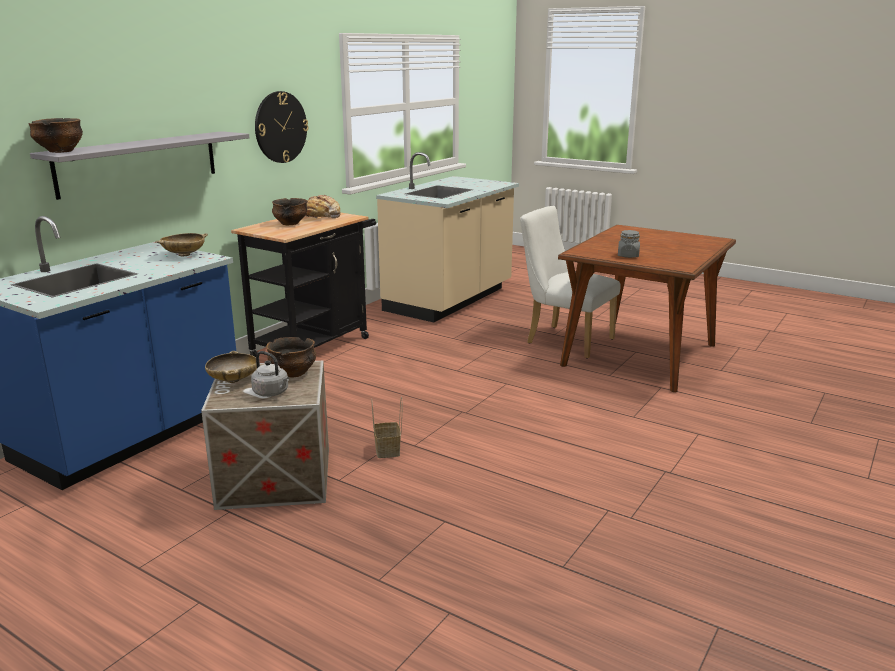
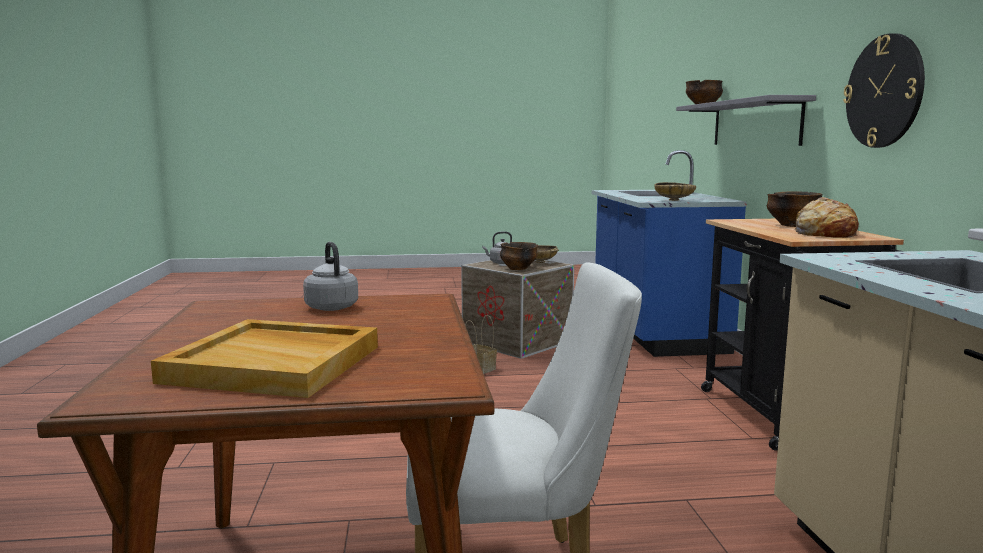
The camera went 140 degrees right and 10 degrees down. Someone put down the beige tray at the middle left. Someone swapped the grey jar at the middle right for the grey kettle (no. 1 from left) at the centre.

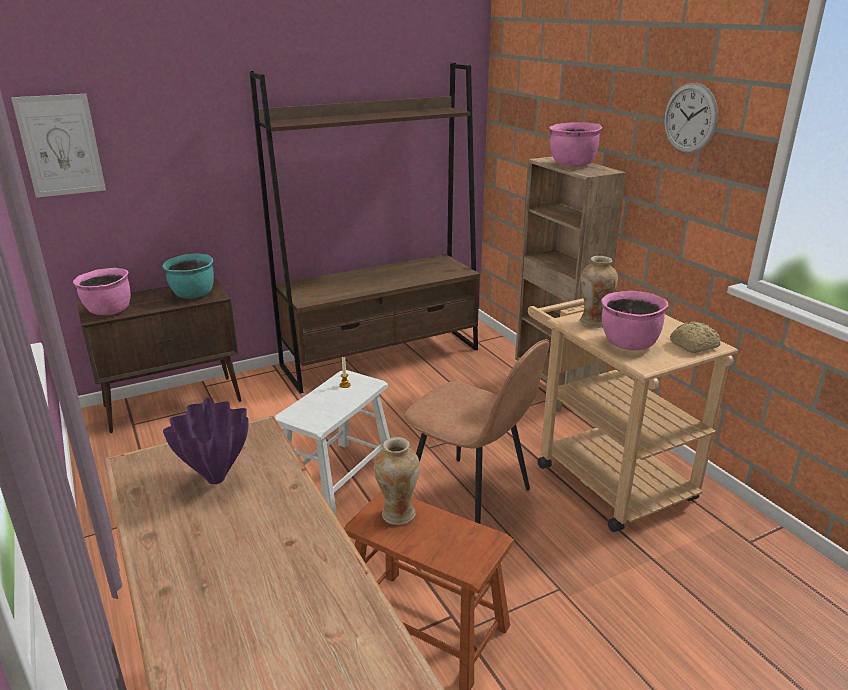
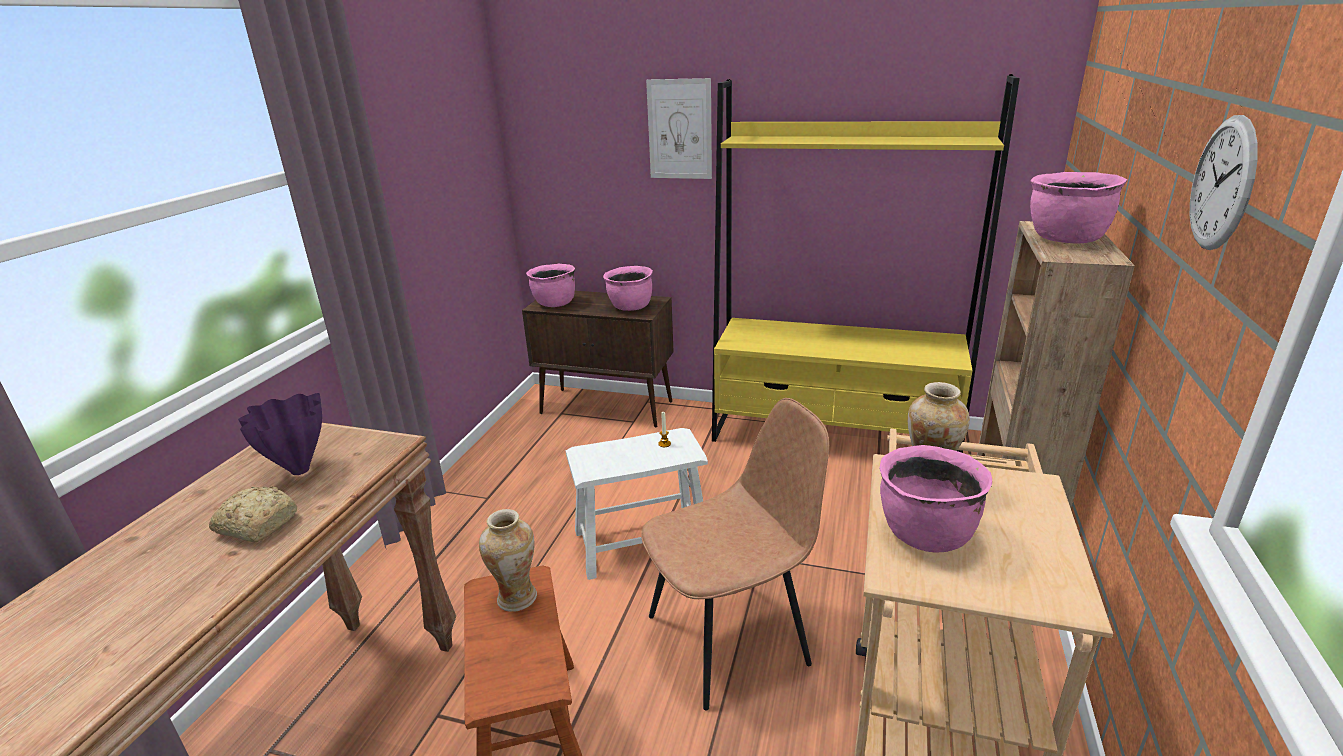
The camera went 45 degrees right and 0 degrees up. Someone carried the bread from the middle right to the bottom left. Someone repainted the turquoise cooking pot at the middle left, which became the pink cooking pot (no. 2 from left) at the centre. Someone rotated the brown chair at the centre by 105 degrees counterclockwise. Someone carried the picture from the top left to the top centre. Someone repainted the brown bookcase (no. 1 from left) at the top centre, which became the yellow bookcase at the centre.

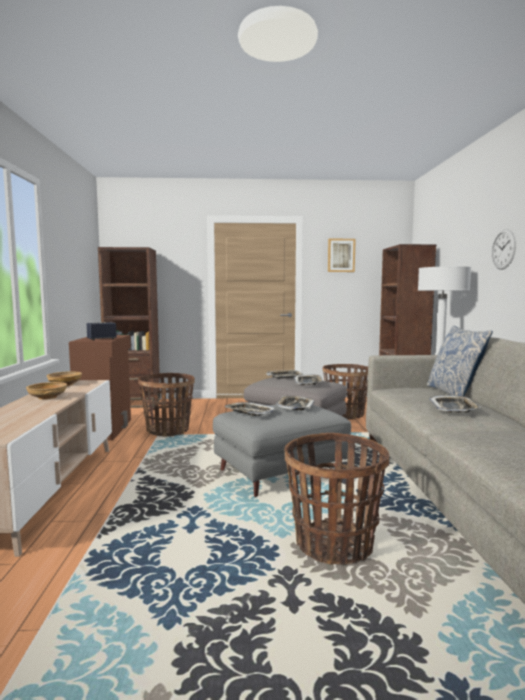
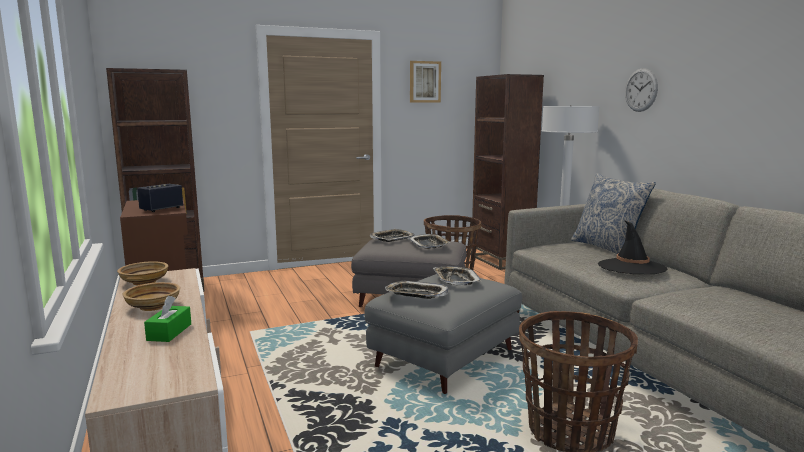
The camera went 20 degrees left and 5 degrees up. Someone put down the green tissue box at the bottom left. Someone swapped the tray (no. 5 from left) at the middle right for the black hat at the middle right. Someone took away the basket (no. 1 from left) at the middle left.

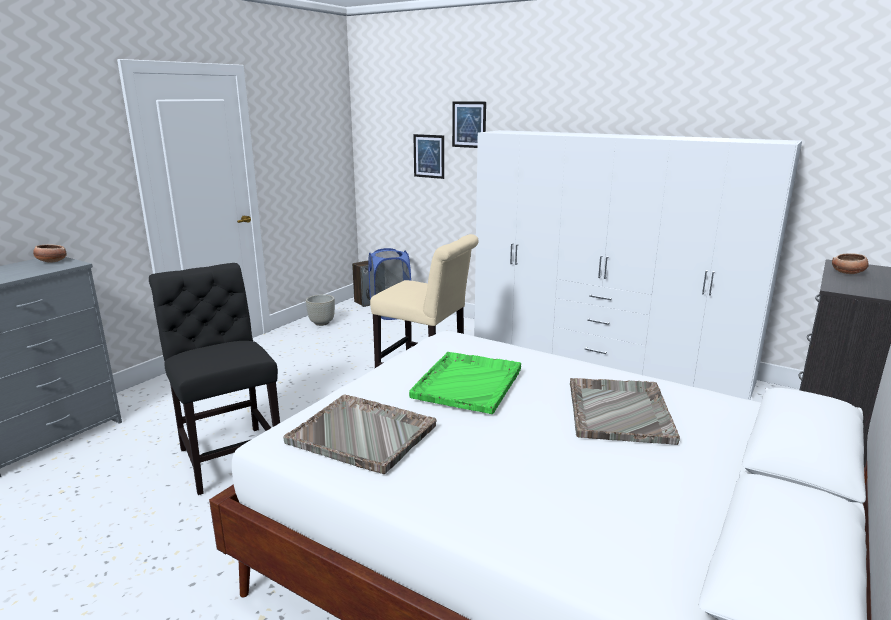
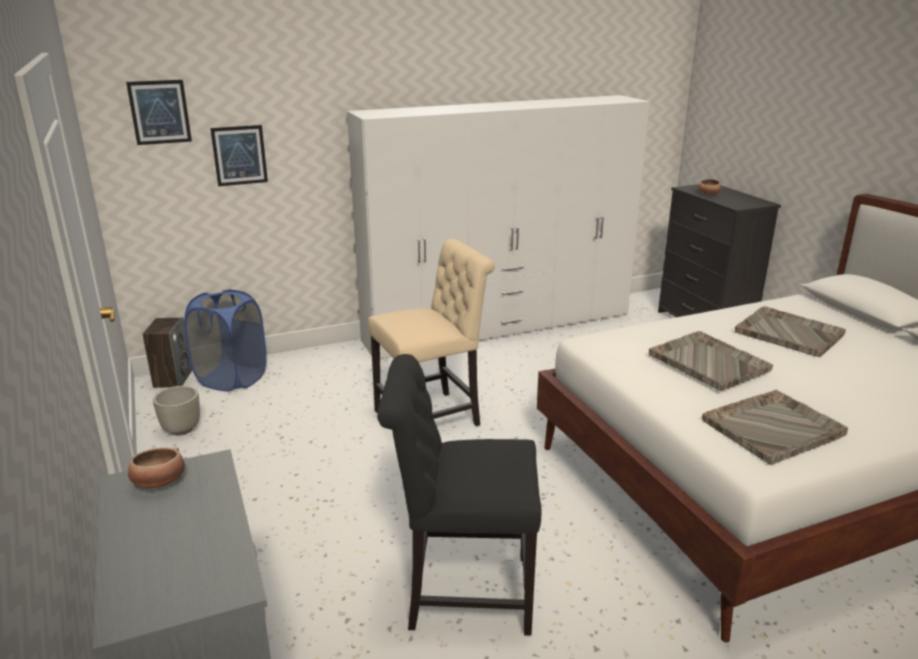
The camera went 55 degrees left and 5 degrees up. Someone carried the picture (no. 2 from left in the first image) from the top centre to the top left. Someone repainted the green tray at the centre, which became the grey tray (no. 1 from left) at the middle right.

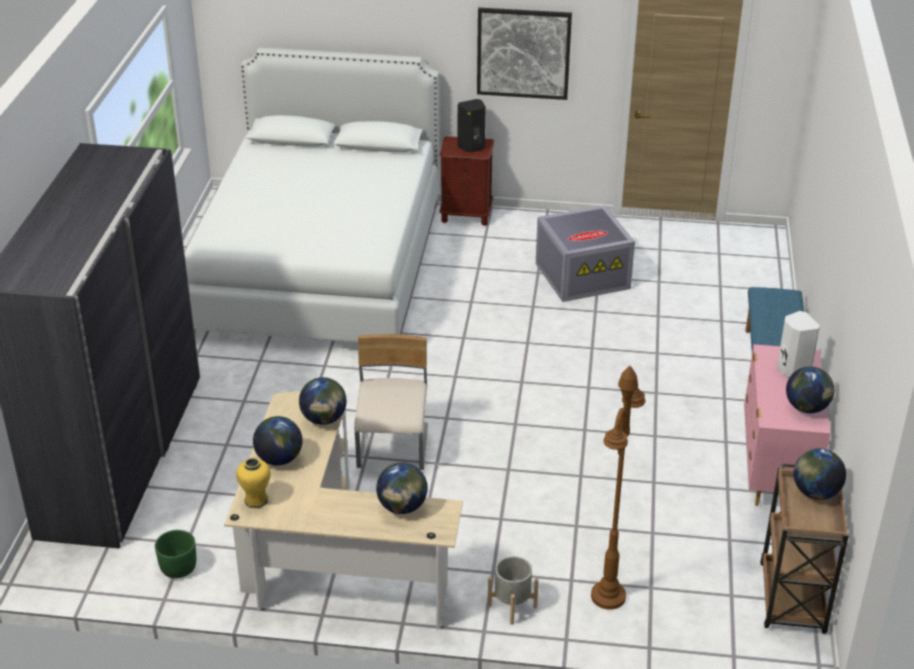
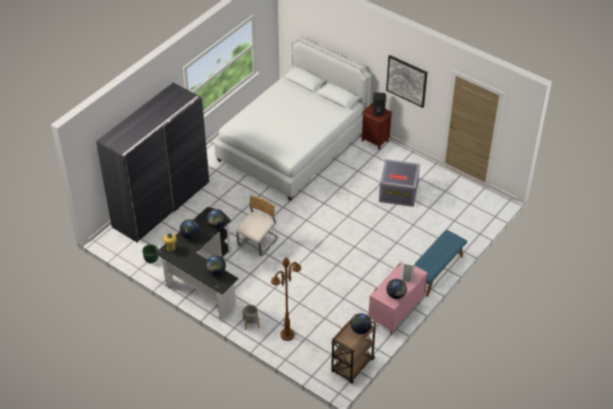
The camera went 30 degrees right and 10 degrees up. Someone repainted the beige desk at the bottom centre, which became the black desk at the middle left.

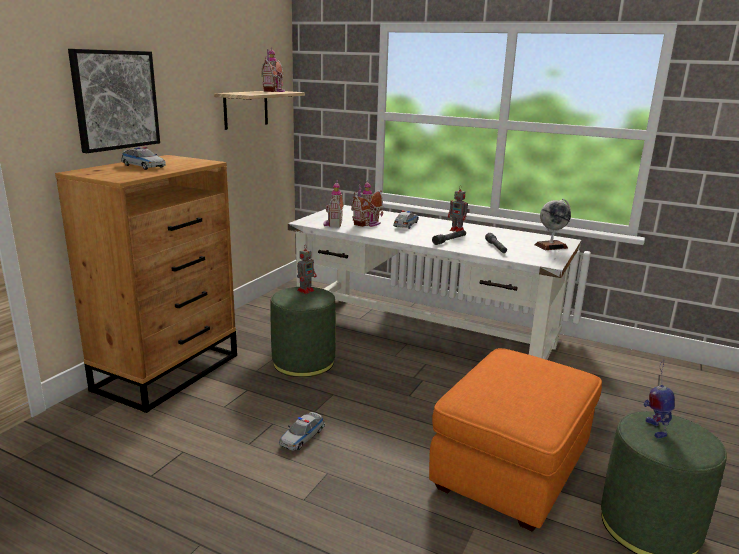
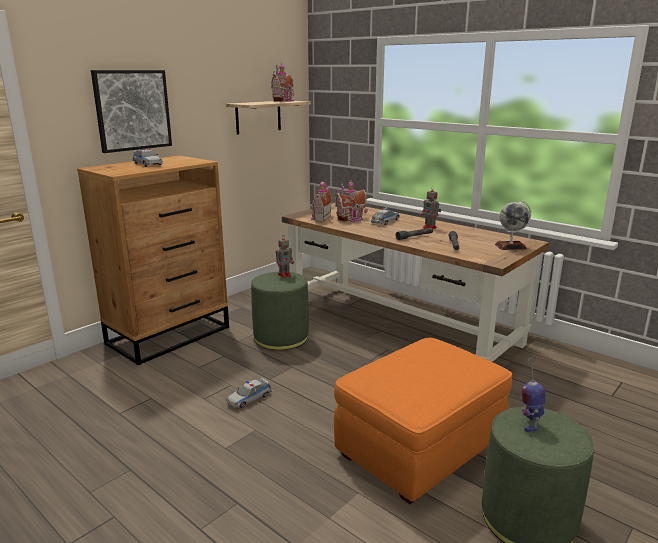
The camera went 15 degrees right and 0 degrees up. Someone repainted the white desk at the centre, which became the brown desk at the centre.

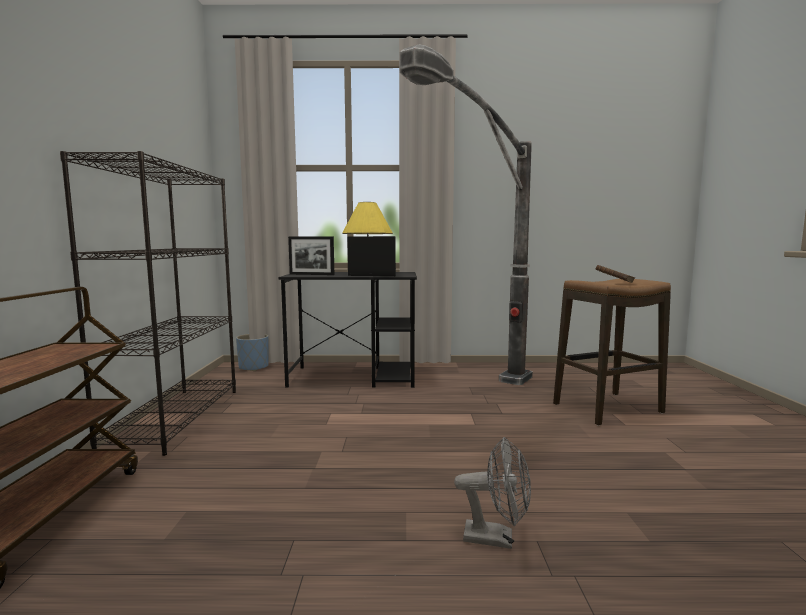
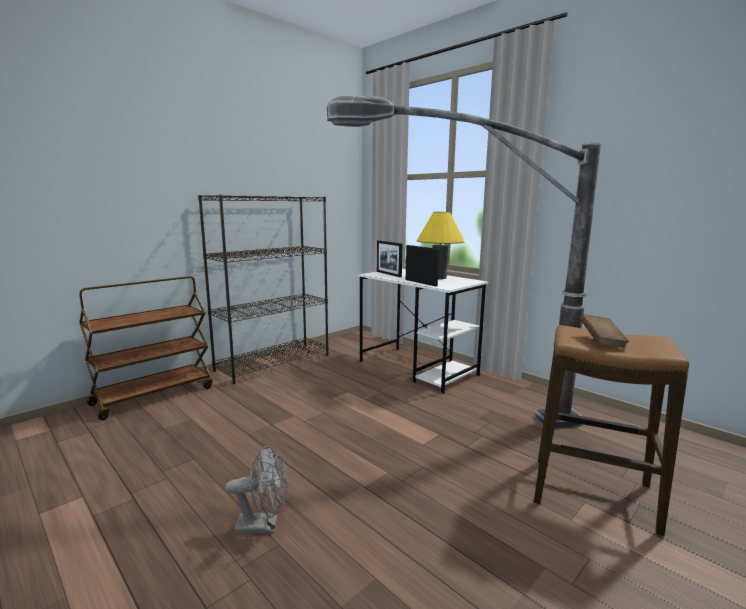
The camera went 45 degrees right and 5 degrees up. Someone rotated the grey fan at the bottom centre by 60 degrees counterclockwise. Someone repainted the black desk at the centre, which became the white desk at the centre. Someone took away the blue planter at the middle left.

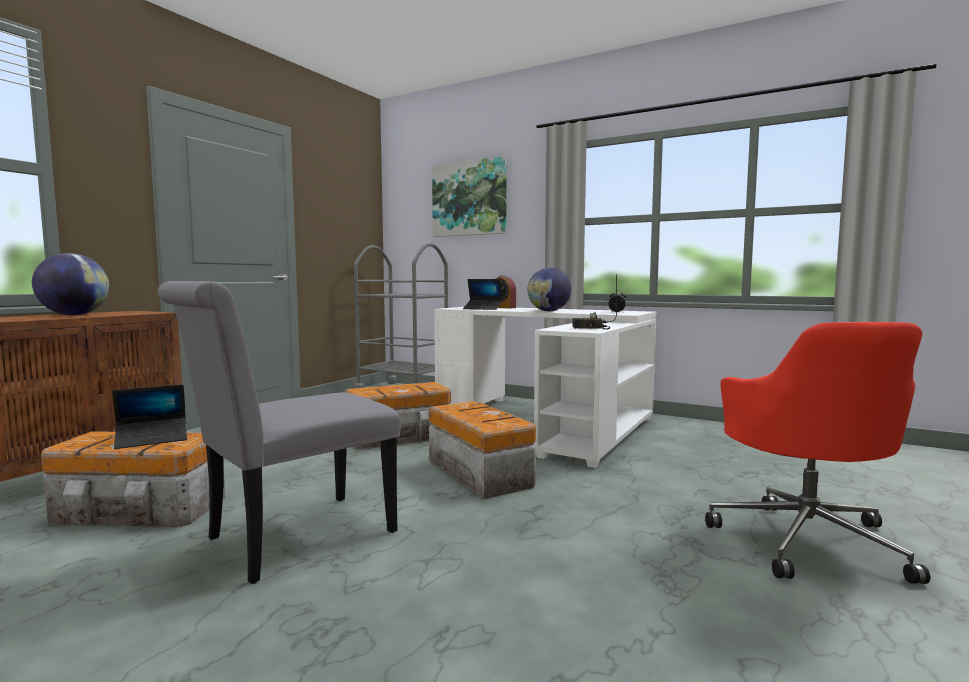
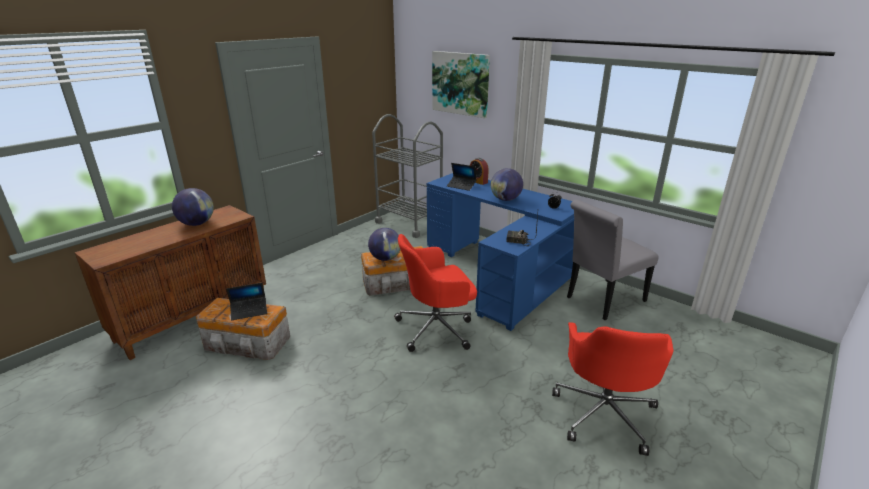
The camera went 10 degrees right and 20 degrees up. Someone put down the globe (no. 2 from left) at the centre. Someone swapped the storage box (no. 3 from left) at the centre for the red office chair (no. 1 from left) at the centre. Someone repainted the white desk at the centre, which became the blue desk at the centre. Someone carried the grey chair from the middle left to the middle right.

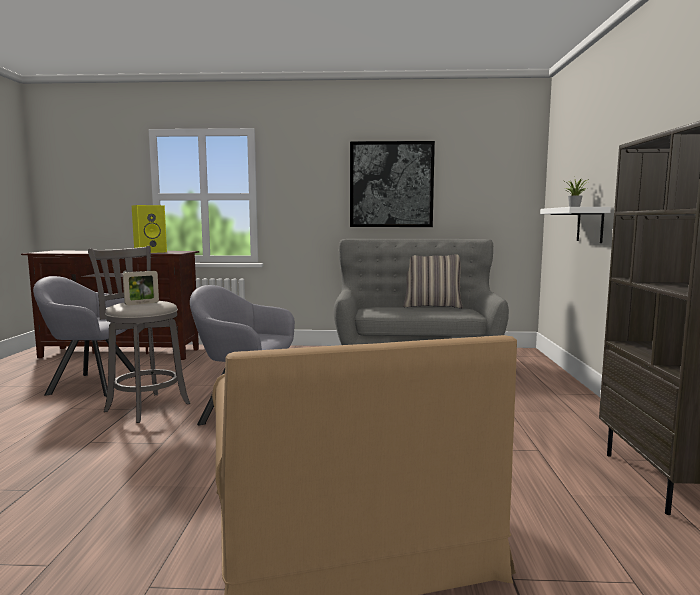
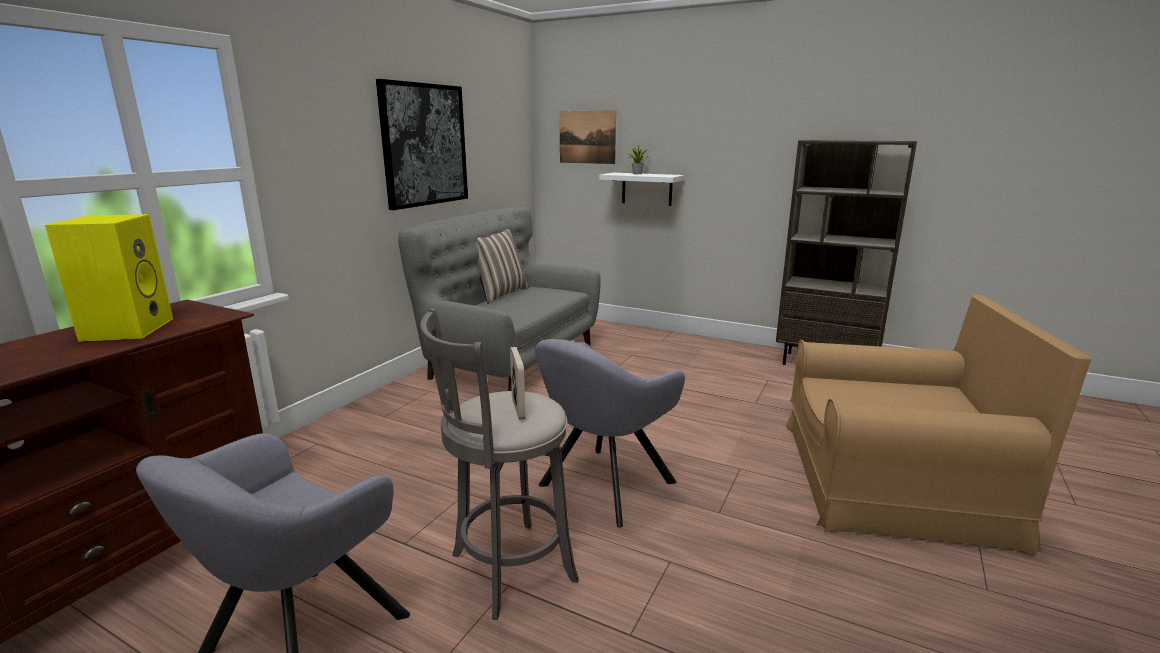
The camera went 65 degrees left and 10 degrees up. Someone put up the picture (no. 2 from left) at the top centre.

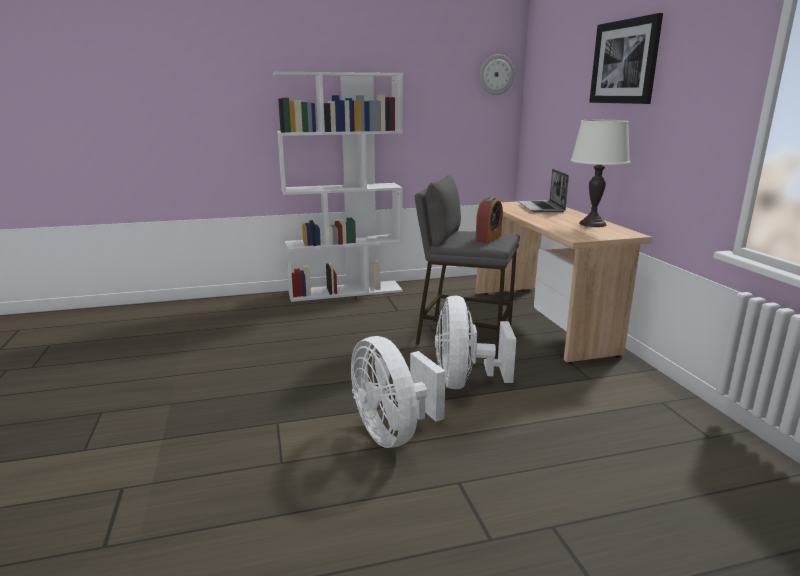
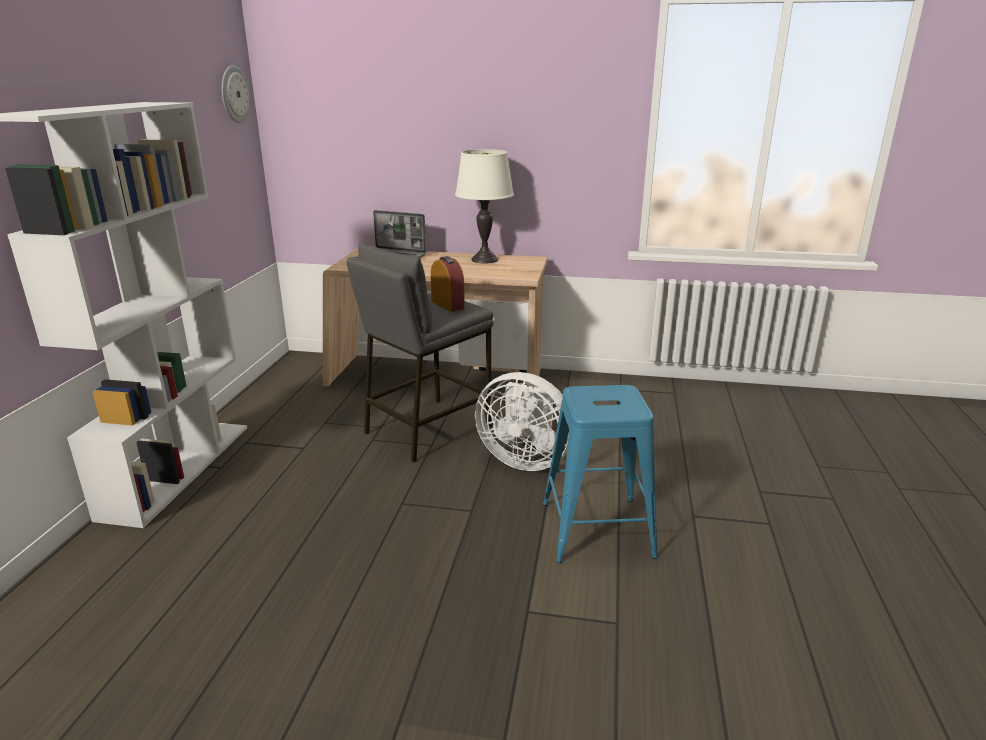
The camera went 65 degrees left and 5 degrees up. Someone swapped the white fan (no. 1 from left) at the bottom centre for the blue stool at the centre. Someone took away the picture at the top right.

